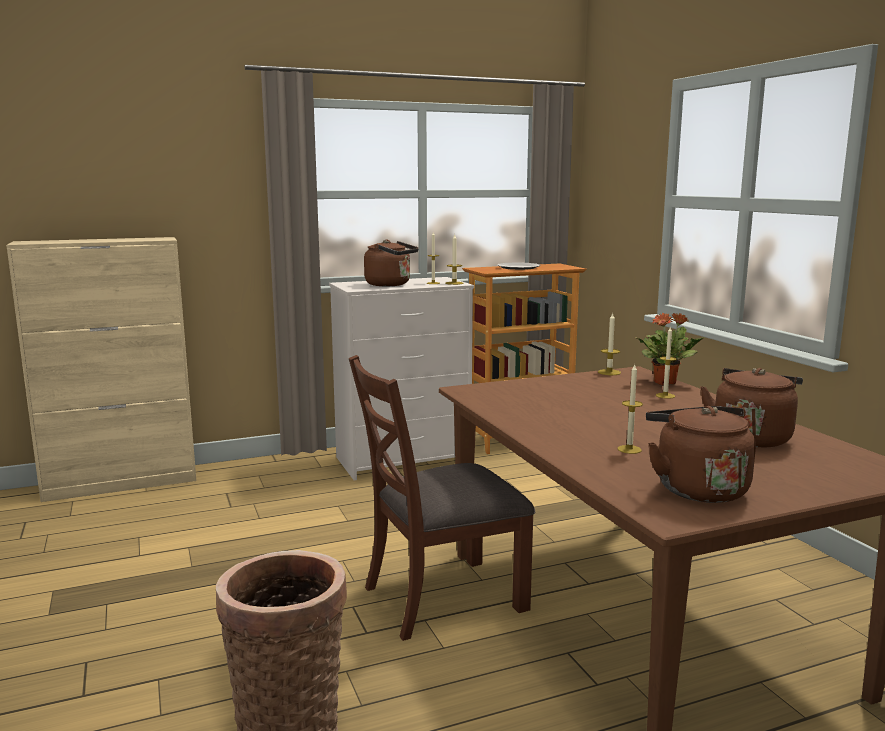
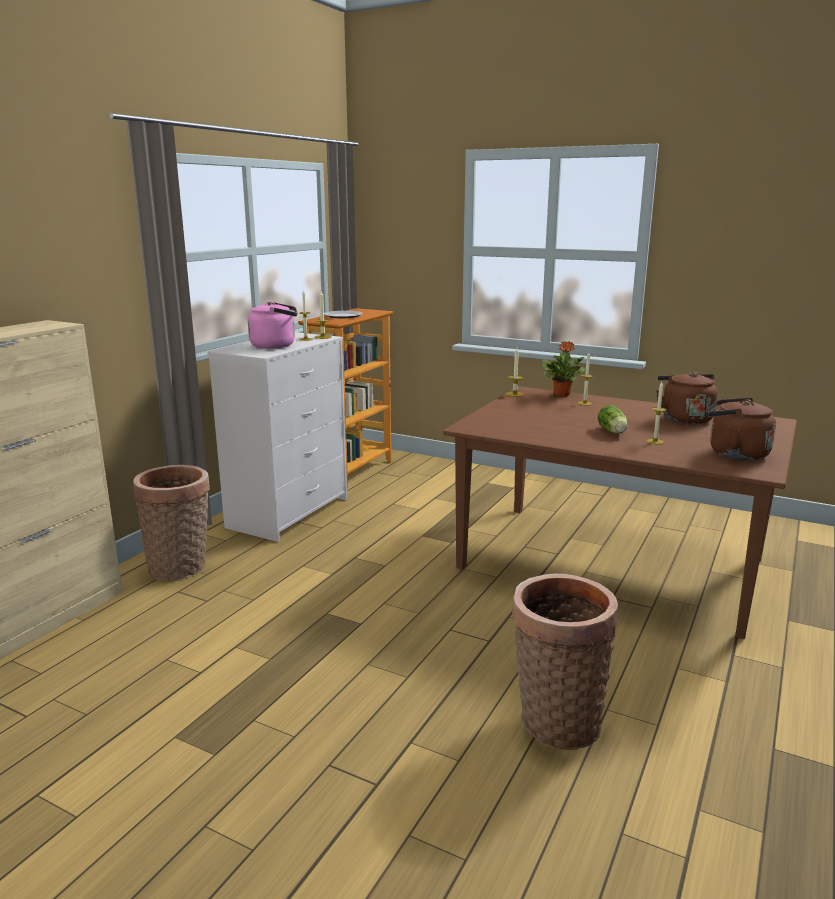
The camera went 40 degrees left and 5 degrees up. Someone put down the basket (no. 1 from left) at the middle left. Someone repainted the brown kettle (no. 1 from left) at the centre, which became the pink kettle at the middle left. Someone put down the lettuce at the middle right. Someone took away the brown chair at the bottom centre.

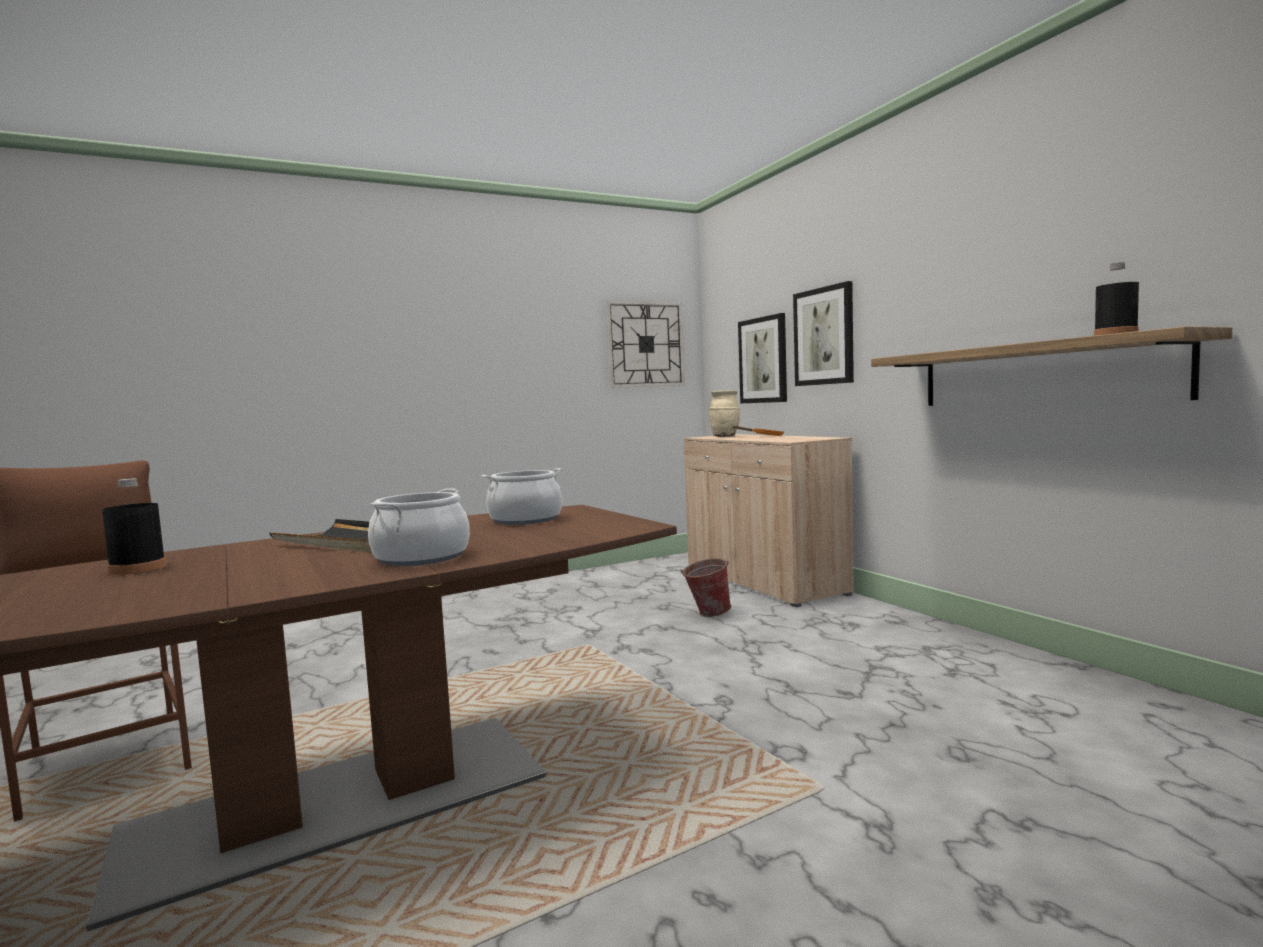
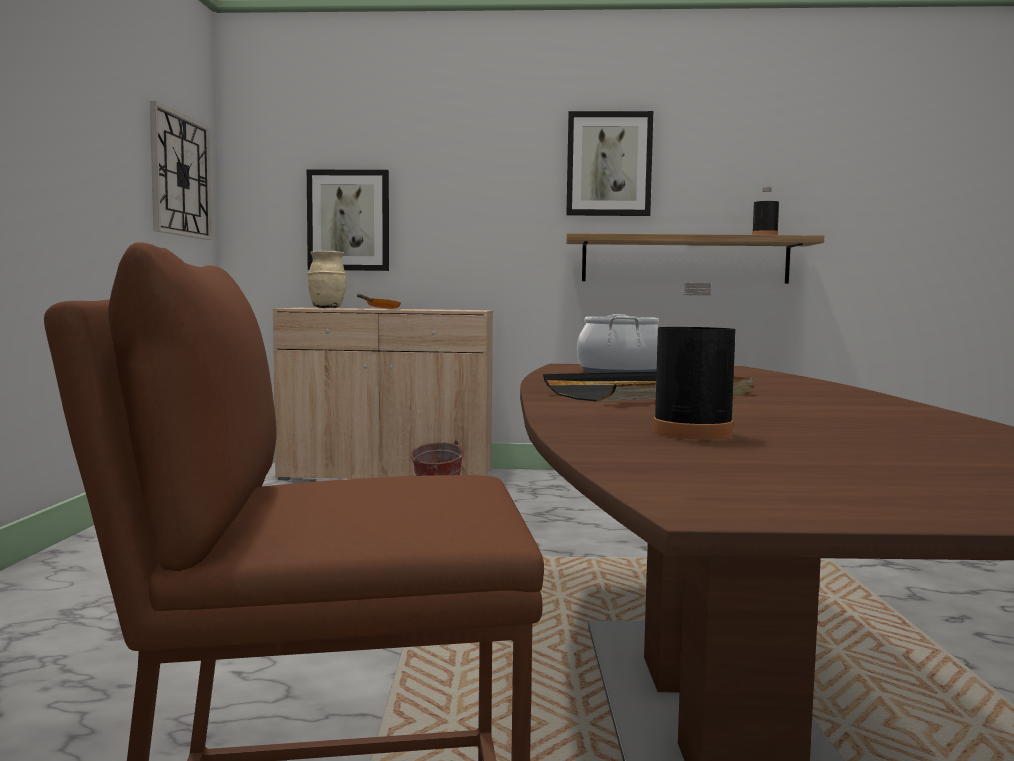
The camera went 60 degrees left and 0 degrees up. Someone carried the picture (no. 2 from left) from the centre to the top centre. Someone took away the cooking pot (no. 1 from left) at the middle left.

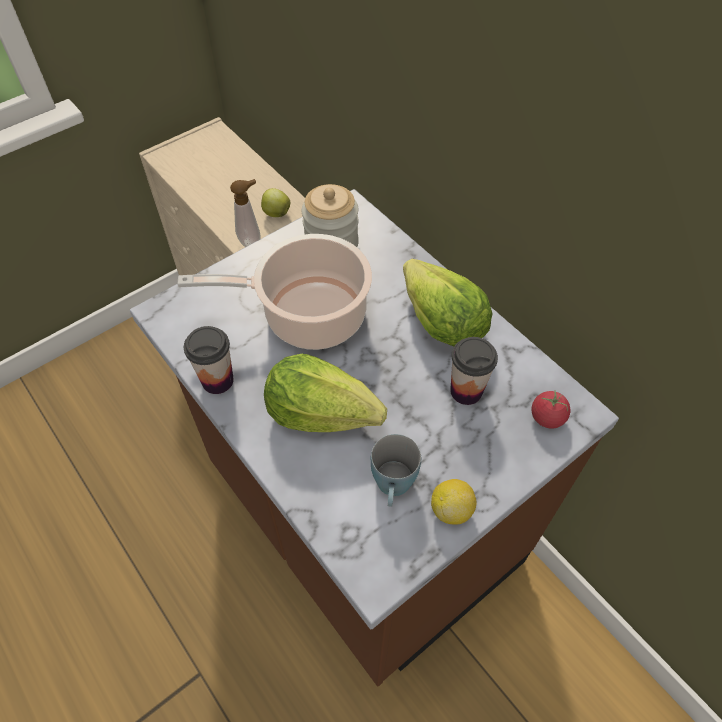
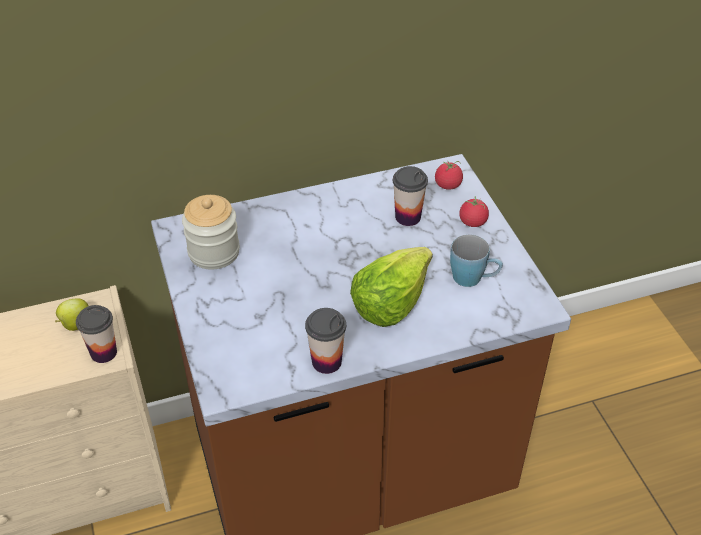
The camera went 70 degrees left and 10 degrees down. Someone swapped the soap dispenser at the top centre for the cup (no. 1 from left) at the middle left. Someone put down the tomato (no. 2 from left) at the middle right. Someone took away the cooking pot at the centre. Someone took away the lettuce (no. 2 from left) at the centre. Someone took away the lemon at the bottom centre.

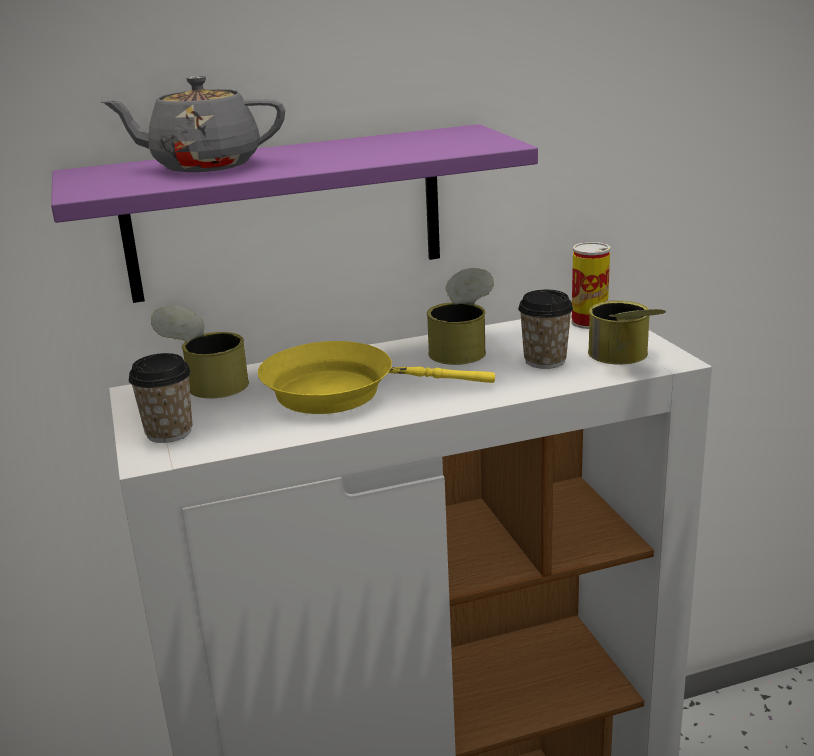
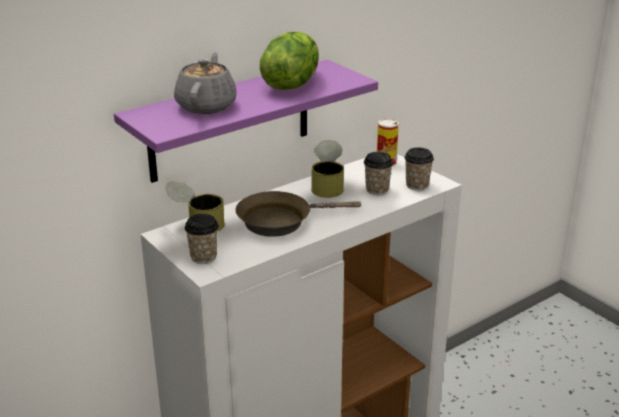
The camera went 20 degrees left and 5 degrees up. Someone rotated the grey teapot at the top left by 120 degrees clockwise. Someone repainted the yellow frying pan at the centre, which became the brown frying pan at the centre. Someone put down the lettuce at the top centre. Someone swapped the can (no. 4 from left) at the middle right for the cup (no. 3 from left) at the middle right.

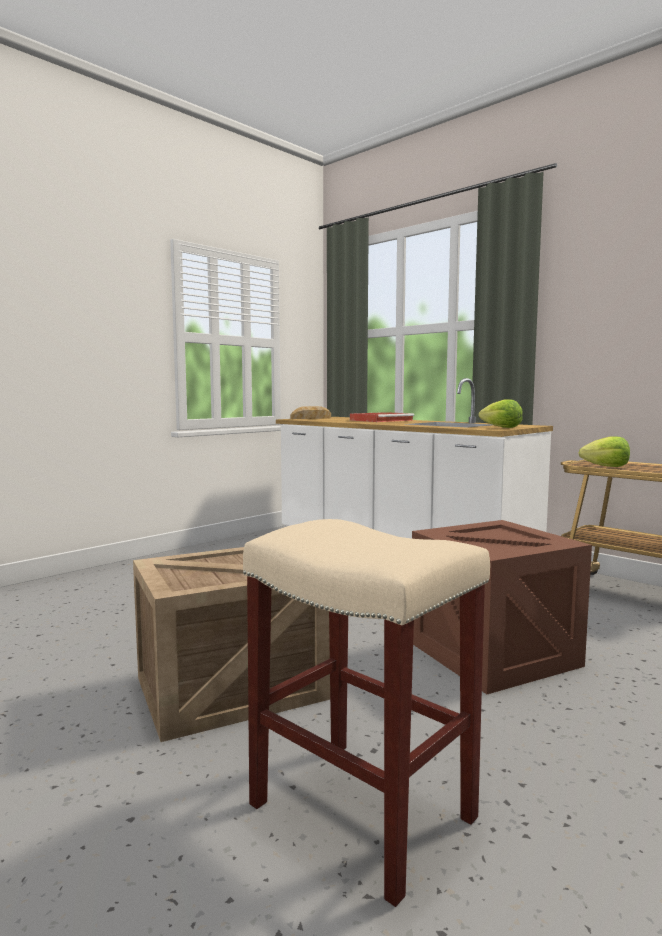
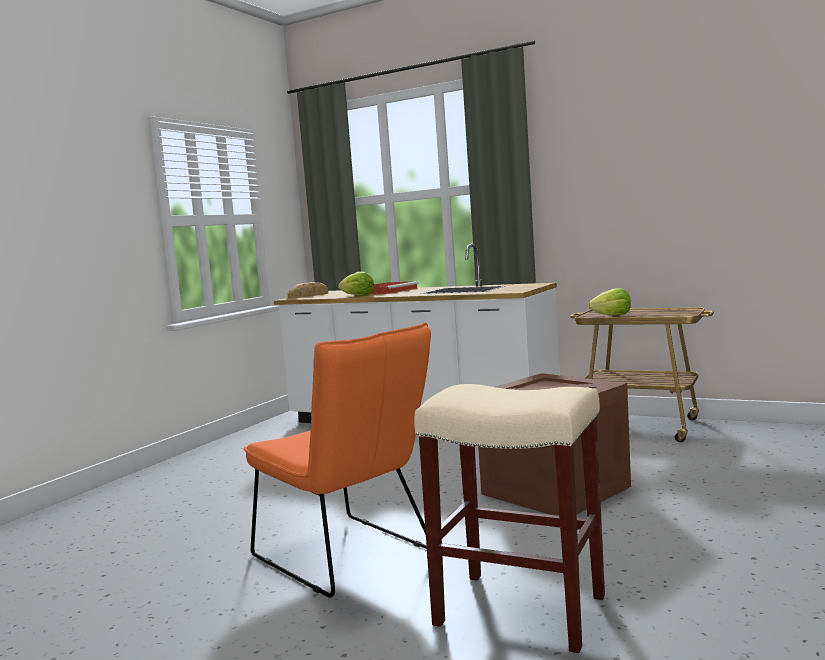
The camera went 15 degrees left and 0 degrees up. Someone swapped the crate (no. 1 from left) at the bottom centre for the orange chair at the bottom centre. Someone carried the lettuce (no. 1 from left) from the middle right to the centre.

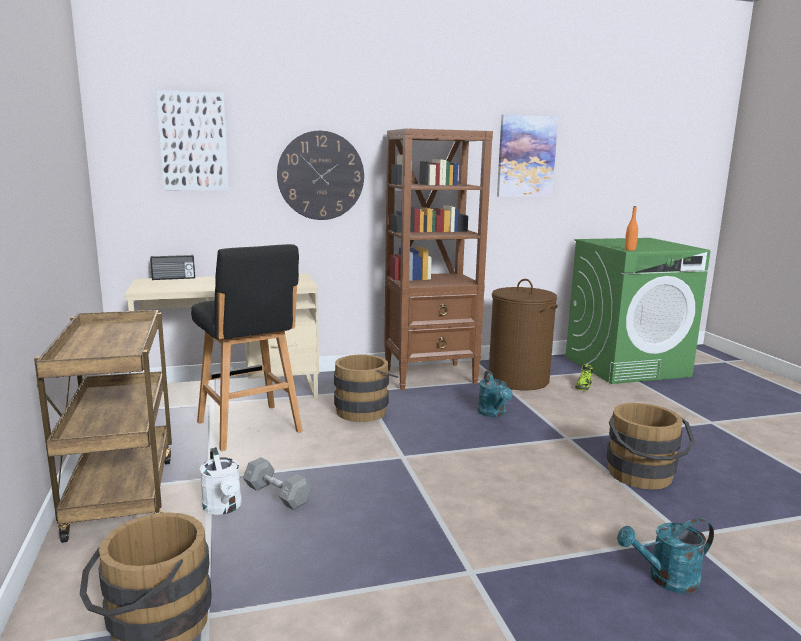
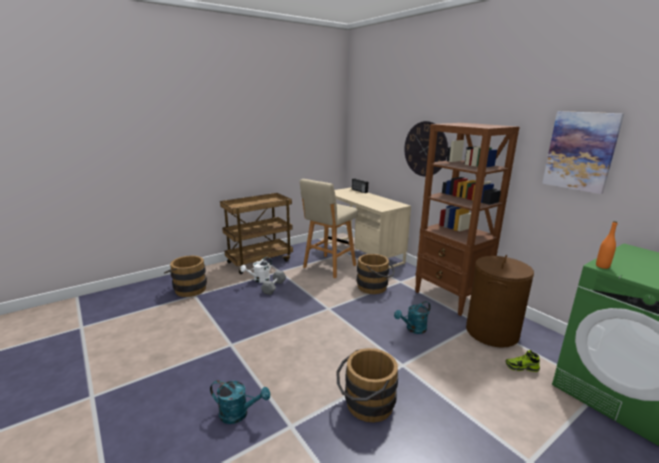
The camera went 70 degrees right and 5 degrees up. Someone rotated the turquoise watering can (no. 2 from left in the first image) at the bottom right by 135 degrees clockwise. Someone repainted the black stool at the middle left, which became the beige stool at the centre. Someone took away the picture (no. 1 from left) at the top left.

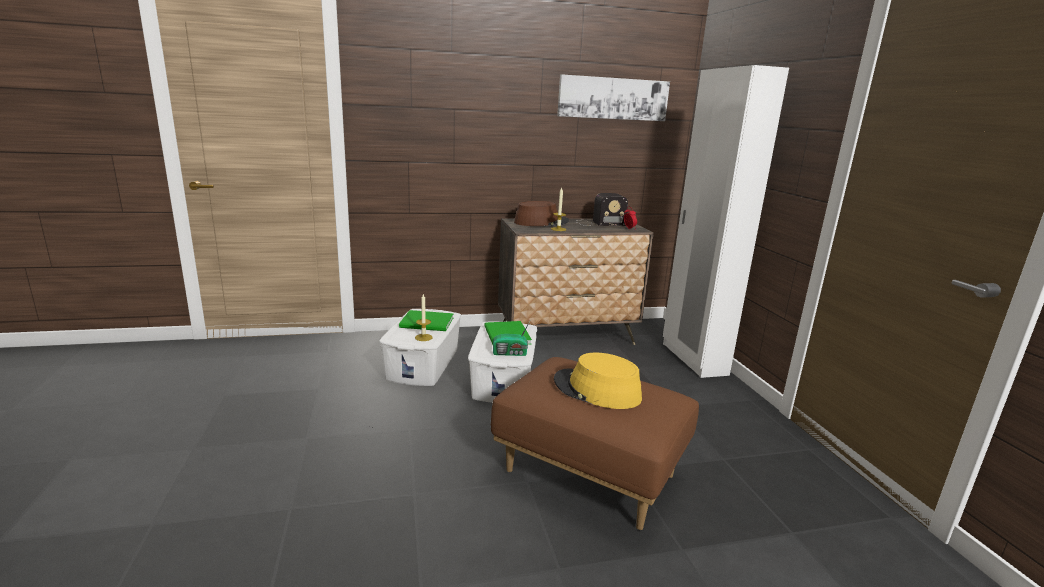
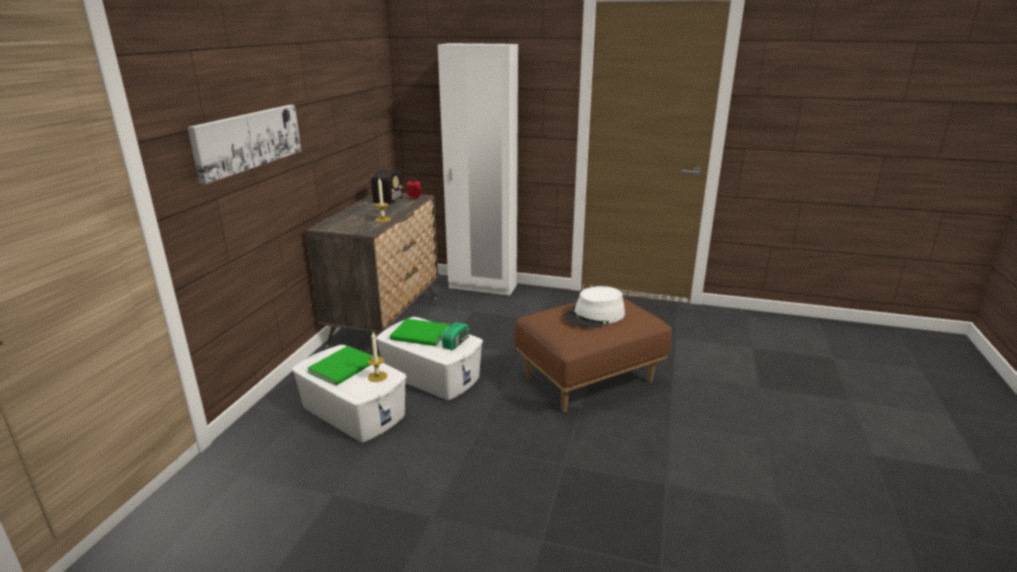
The camera went 60 degrees left and 5 degrees up. Someone carried the picture from the top centre to the top left. Someone repainted the yellow hat at the centre, which became the white hat at the centre. Someone took away the brown hat at the centre.

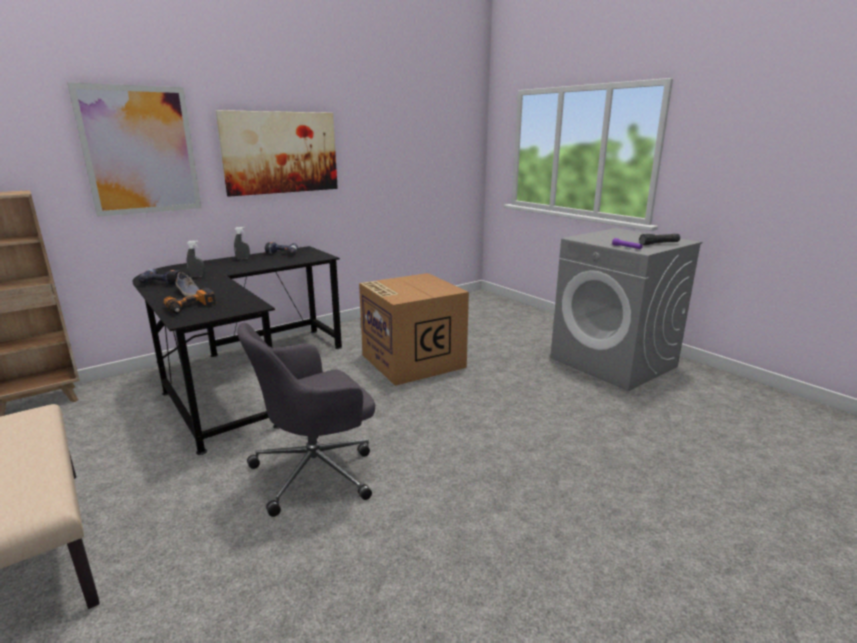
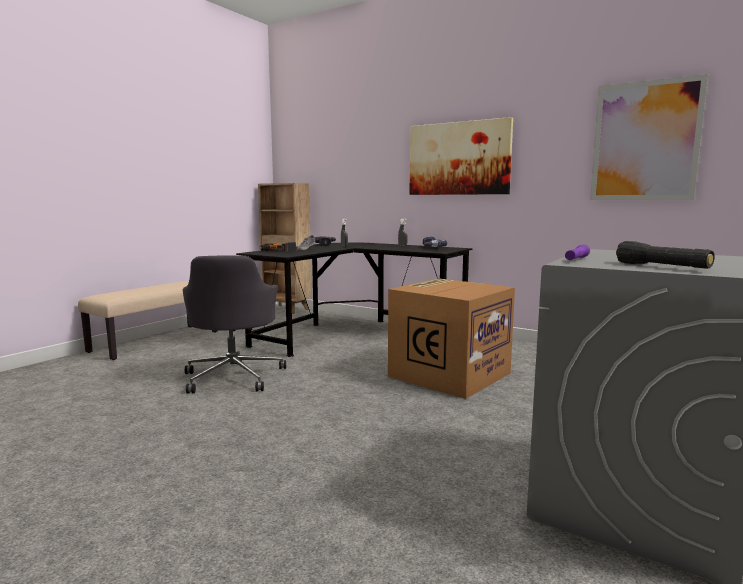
The camera went 70 degrees right and 10 degrees down. Someone rotated the grey office chair at the centre by 135 degrees counterclockwise. Someone carried the picture (no. 1 from left in the first image) from the top left to the top right.

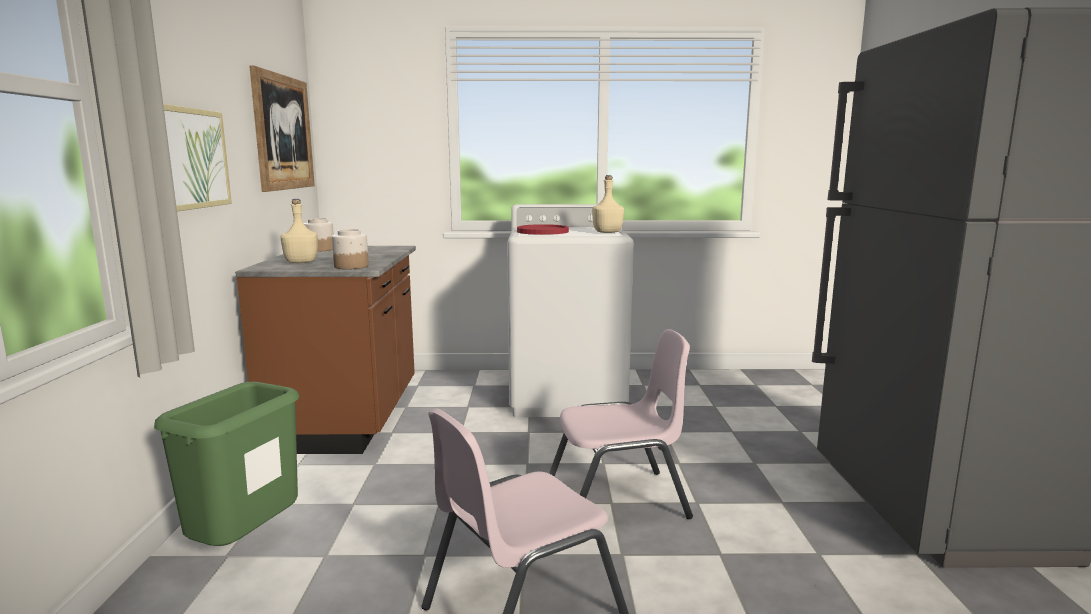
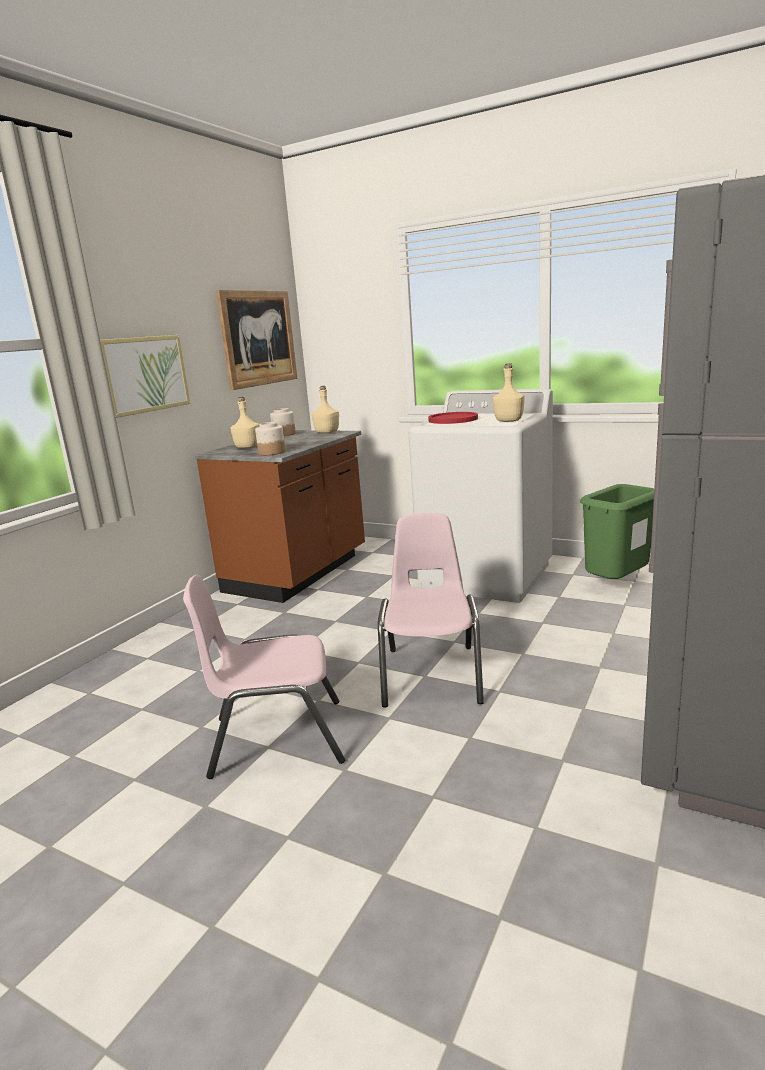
The camera went 30 degrees right and 5 degrees up. Someone put down the beige bottle (no. 2 from left) at the centre. Someone rotated the pink chair (no. 2 from left) at the bottom centre by 105 degrees counterclockwise. Someone carried the green trash can from the bottom left to the middle right.

